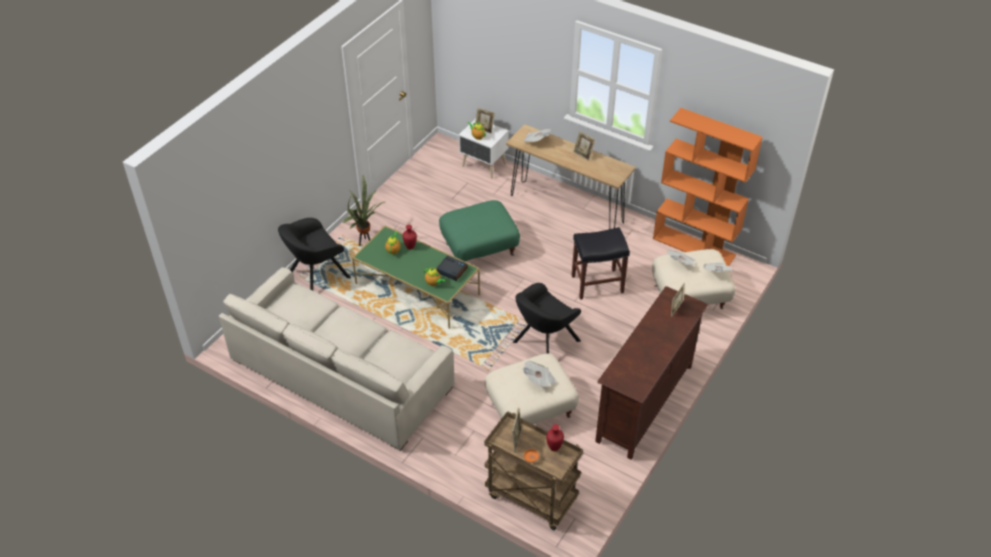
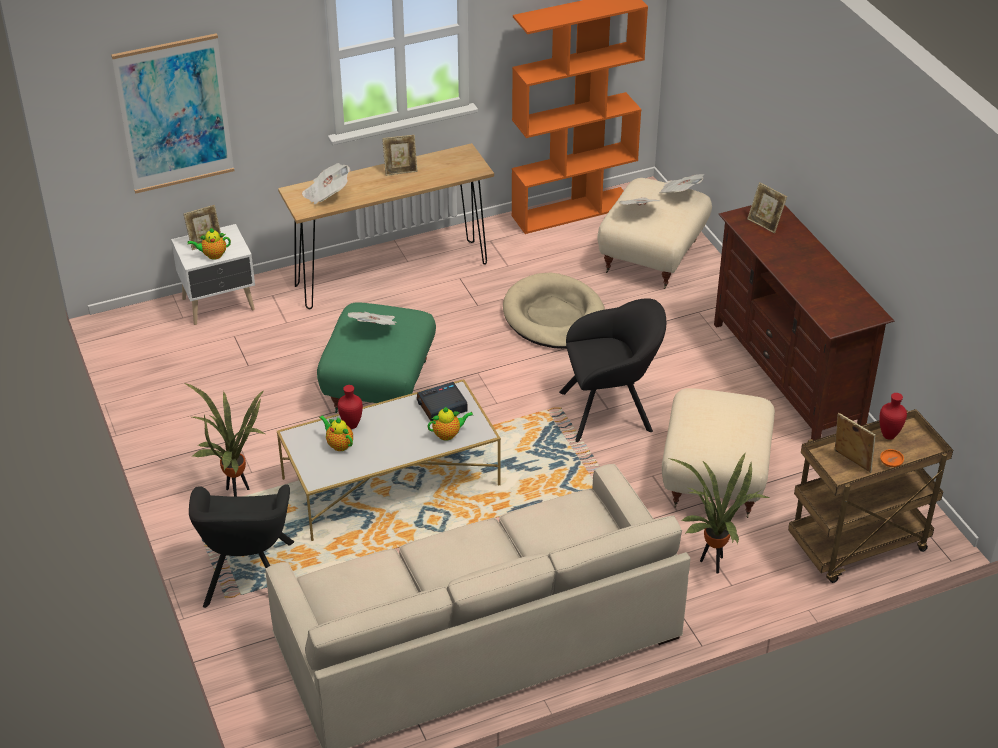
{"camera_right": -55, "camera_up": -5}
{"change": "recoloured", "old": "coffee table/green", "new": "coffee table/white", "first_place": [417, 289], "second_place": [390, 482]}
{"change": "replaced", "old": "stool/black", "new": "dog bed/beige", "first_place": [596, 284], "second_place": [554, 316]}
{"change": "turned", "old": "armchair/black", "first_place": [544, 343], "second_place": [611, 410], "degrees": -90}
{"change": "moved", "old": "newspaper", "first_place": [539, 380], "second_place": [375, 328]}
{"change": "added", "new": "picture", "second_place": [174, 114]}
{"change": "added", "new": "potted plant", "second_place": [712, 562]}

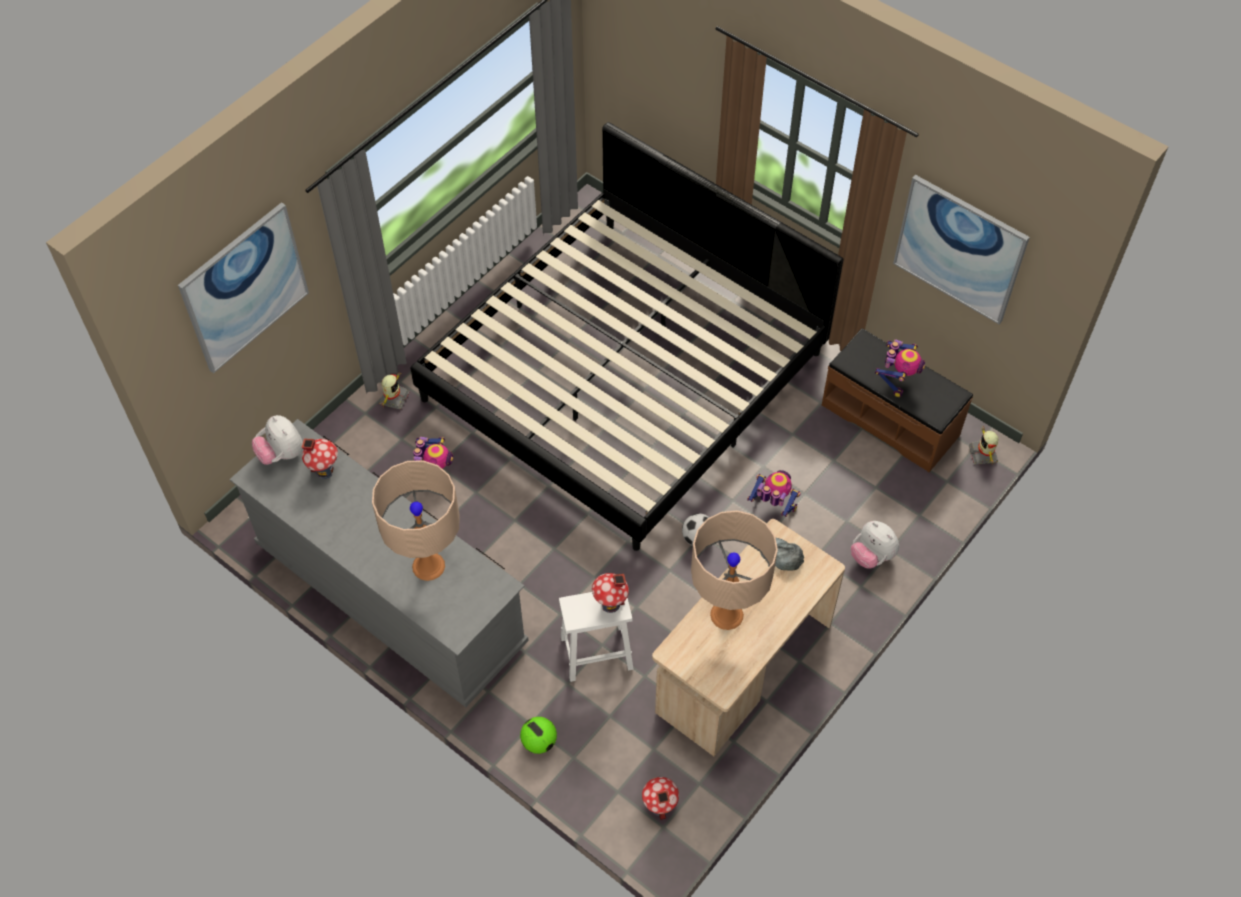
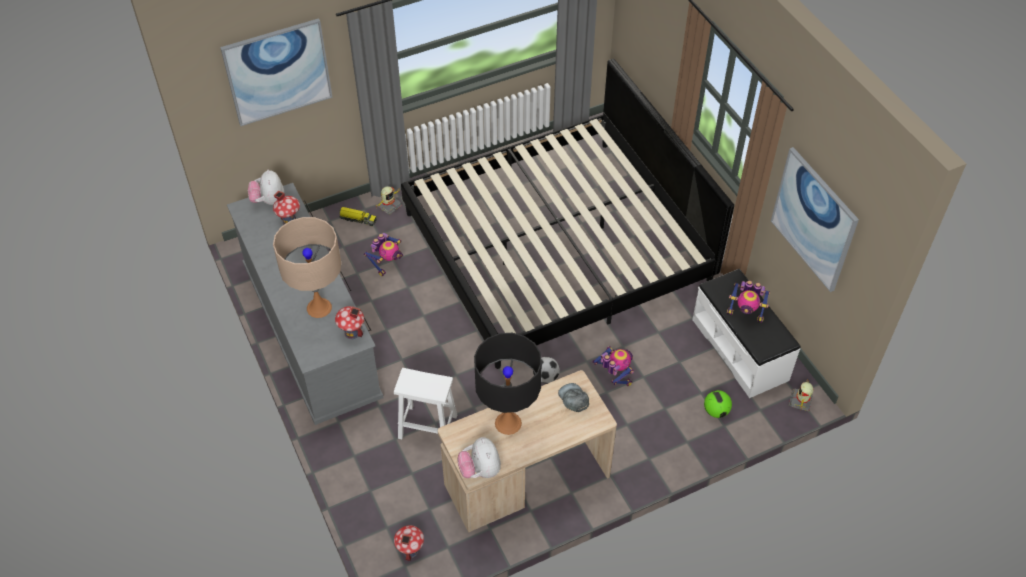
{"camera_right": 25, "camera_up": -5}
{"change": "recoloured", "old": "bench/brown", "new": "bench/white", "first_place": [890, 419], "second_place": [740, 349]}
{"change": "turned", "old": "toy robot", "first_place": [897, 378], "second_place": [745, 313], "degrees": 60}
{"change": "recoloured", "old": "table lamp/beige", "new": "table lamp/black", "first_place": [726, 614], "second_place": [508, 423]}
{"change": "moved", "old": "plush toy", "first_place": [872, 556], "second_place": [480, 470]}
{"change": "moved", "old": "toy house", "first_place": [610, 604], "second_place": [352, 333]}
{"change": "moved", "old": "football", "first_place": [539, 742], "second_place": [716, 411]}
{"change": "added", "new": "toy truck", "second_place": [357, 219]}

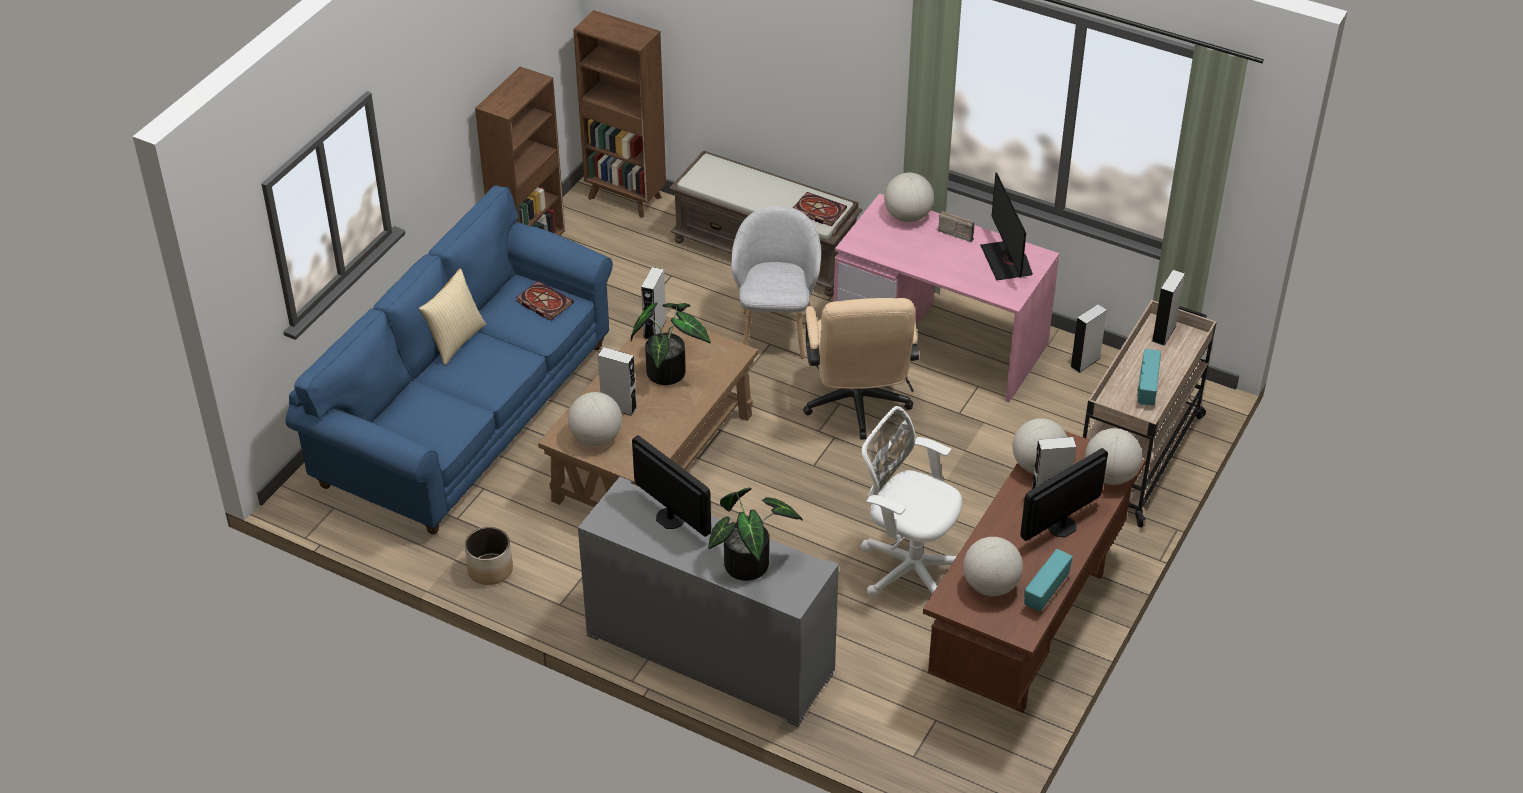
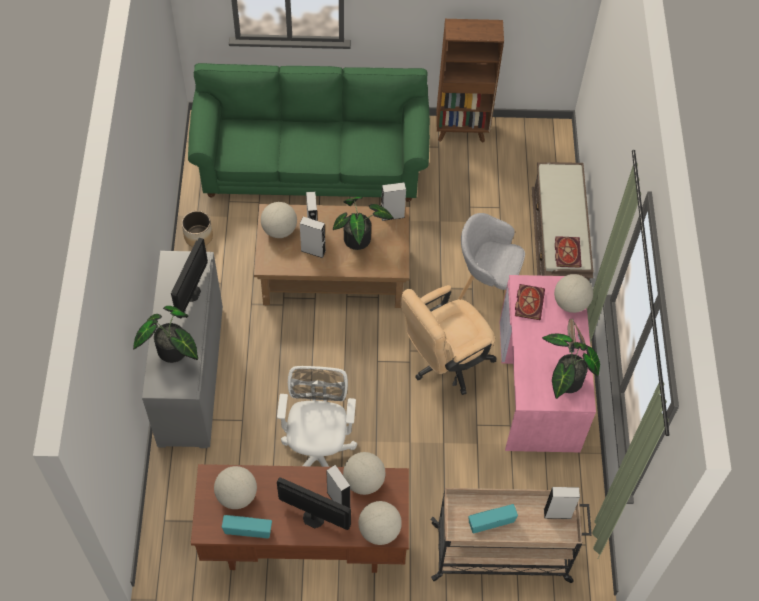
{"camera_right": 60, "camera_up": 15}
{"change": "removed", "old": "bookcase/brown", "first_place": [626, 198]}
{"change": "replaced", "old": "monitor", "new": "potted plant", "first_place": [1007, 261], "second_place": [564, 382]}
{"change": "recoloured", "old": "sofa/blue", "new": "sofa/green", "first_place": [466, 415], "second_place": [312, 165]}
{"change": "turned", "old": "armchair/grey", "first_place": [776, 332], "second_place": [485, 287], "degrees": -135}
{"change": "removed", "old": "pillow", "first_place": [455, 340]}
{"change": "moved", "old": "book", "first_place": [543, 302], "second_place": [528, 302]}
{"change": "moved", "old": "speaker/grey", "first_place": [1085, 362], "second_place": [313, 251]}

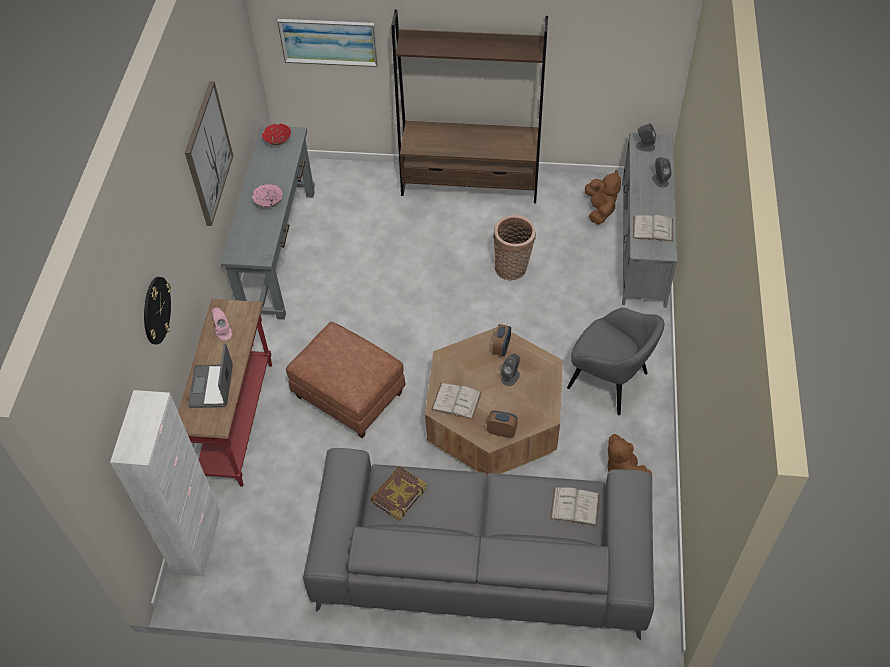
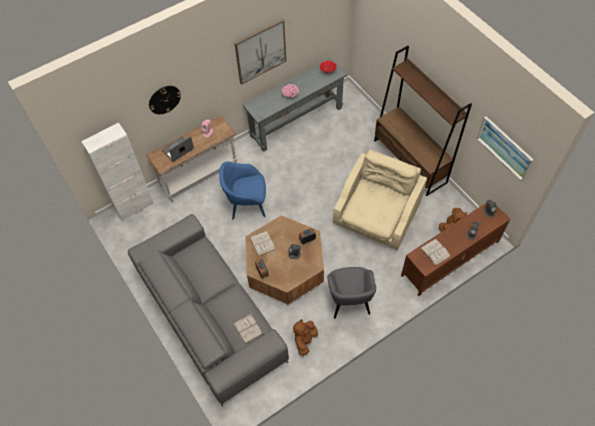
{"camera_right": 50, "camera_up": 5}
{"change": "moved", "old": "picture", "first_place": [328, 41], "second_place": [505, 148]}
{"change": "recoloured", "old": "tv stand/grey", "new": "tv stand/brown", "first_place": [643, 242], "second_place": [450, 258]}
{"change": "replaced", "old": "basket", "new": "armchair/beige", "first_place": [513, 268], "second_place": [377, 215]}
{"change": "recoloured", "old": "console table/red", "new": "console table/white", "first_place": [238, 421], "second_place": [199, 176]}
{"change": "replaced", "old": "ottoman/brown", "new": "armchair/blue", "first_place": [348, 395], "second_place": [246, 204]}
{"change": "removed", "old": "book", "first_place": [398, 495]}

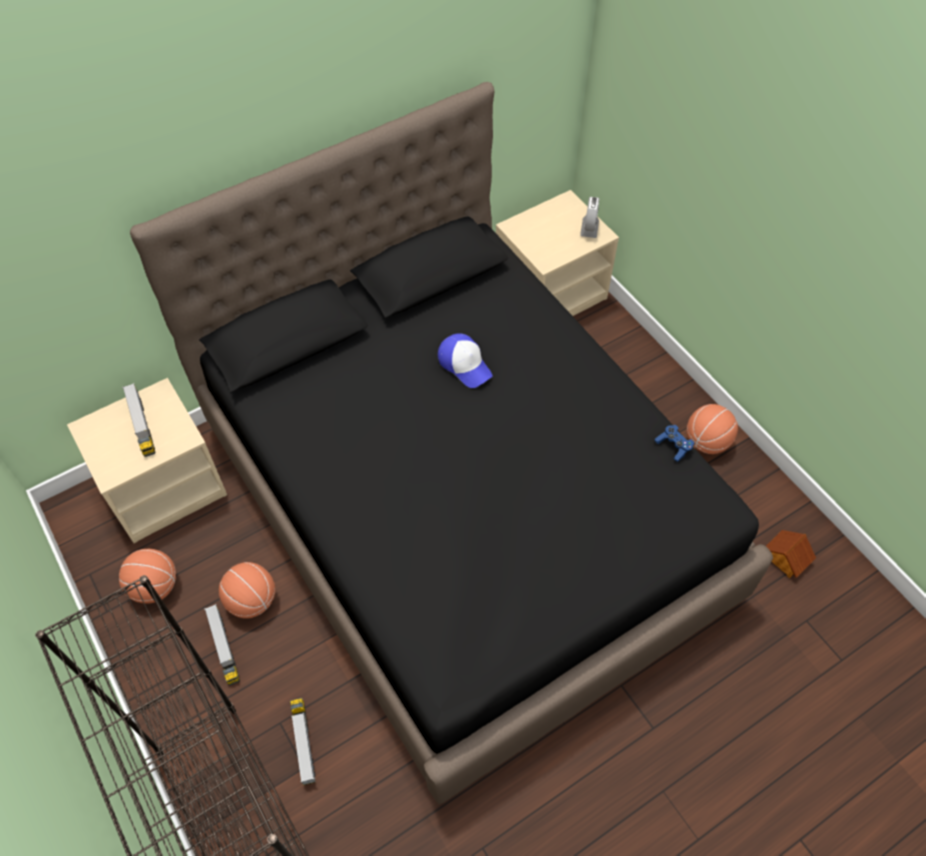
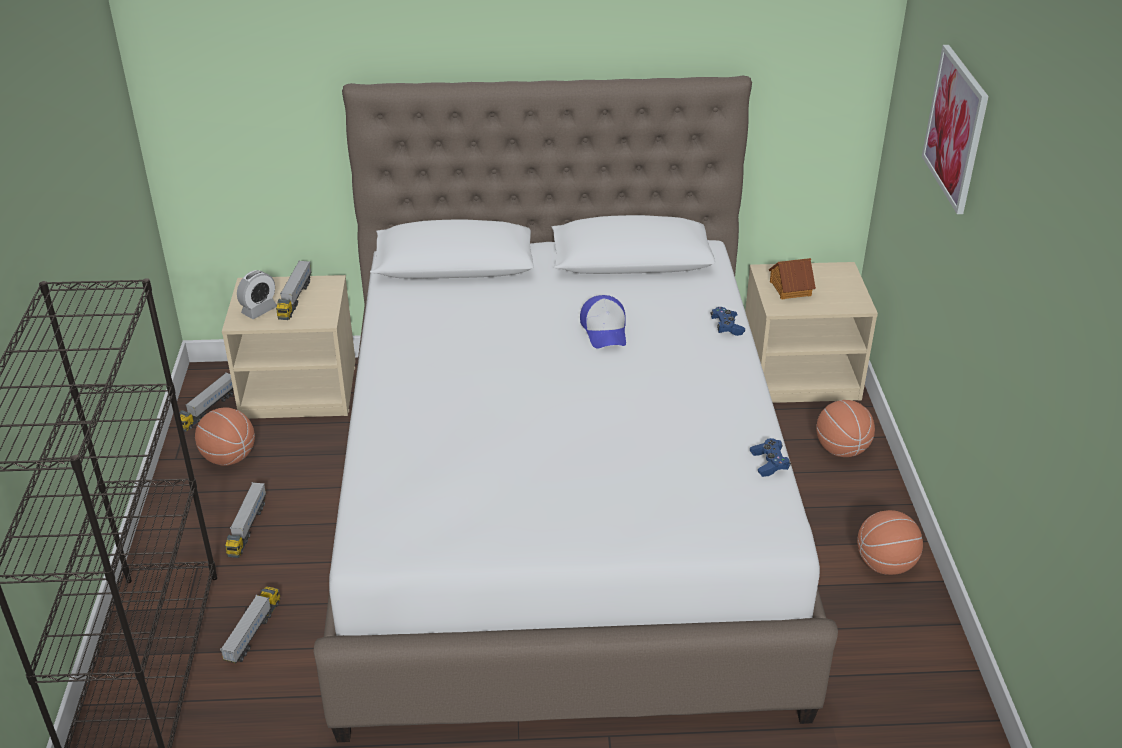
{"camera_right": 30, "camera_up": -20}
{"change": "recoloured", "old": "bed/black", "new": "bed/white", "first_place": [462, 508], "second_place": [561, 513]}
{"change": "moved", "old": "alarm clock", "first_place": [589, 228], "second_place": [259, 310]}
{"change": "moved", "old": "toy house", "first_place": [785, 558], "second_place": [789, 288]}
{"change": "moved", "old": "basketball", "first_place": [251, 600], "second_place": [841, 449]}
{"change": "added", "new": "picture", "second_place": [956, 128]}
{"change": "added", "new": "game controller/blue", "second_place": [727, 327]}
{"change": "added", "new": "toy truck", "second_place": [208, 410]}

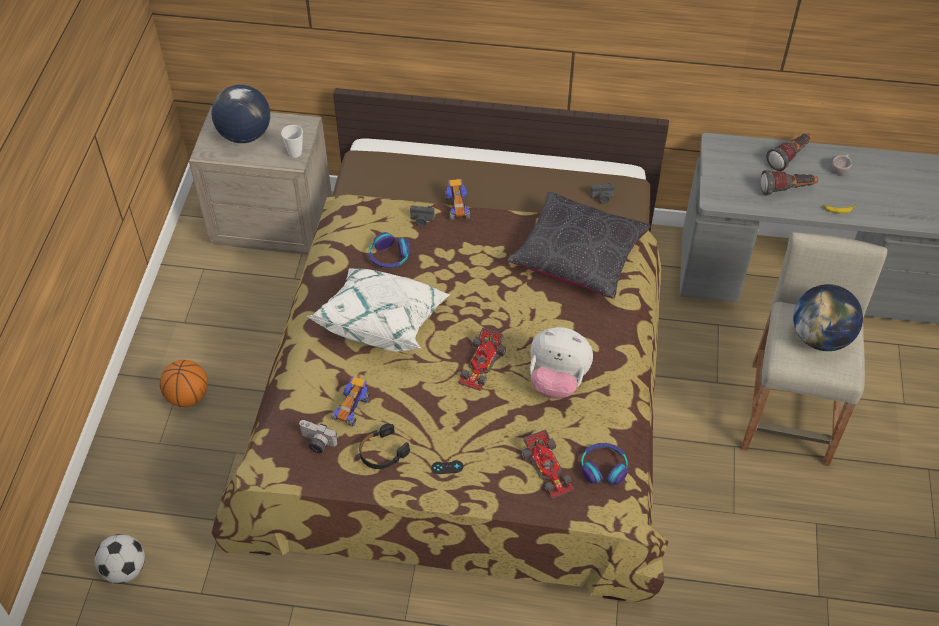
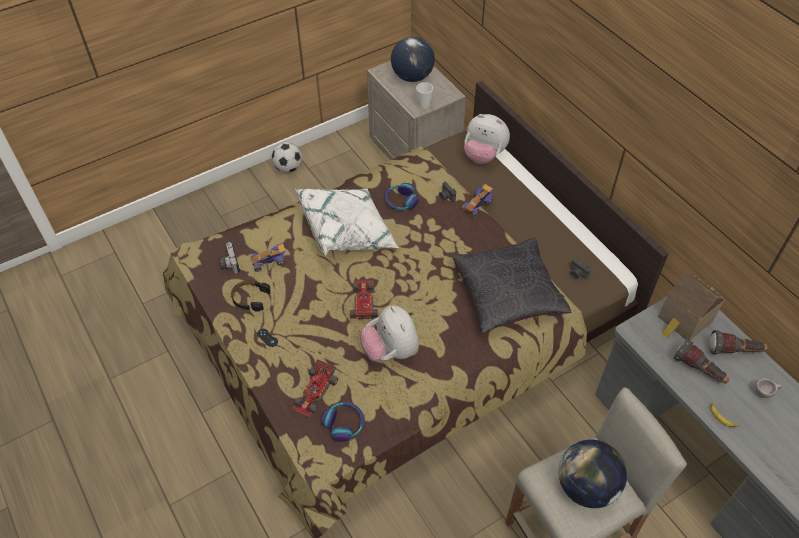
{"camera_right": 50, "camera_up": 0}
{"change": "turned", "old": "toy car", "first_place": [481, 364], "second_place": [363, 301], "degrees": 105}
{"change": "removed", "old": "basketball", "first_place": [188, 396]}
{"change": "moved", "old": "football", "first_place": [125, 569], "second_place": [288, 168]}
{"change": "added", "new": "plush toy", "second_place": [483, 156]}
{"change": "added", "new": "toy house", "second_place": [683, 321]}

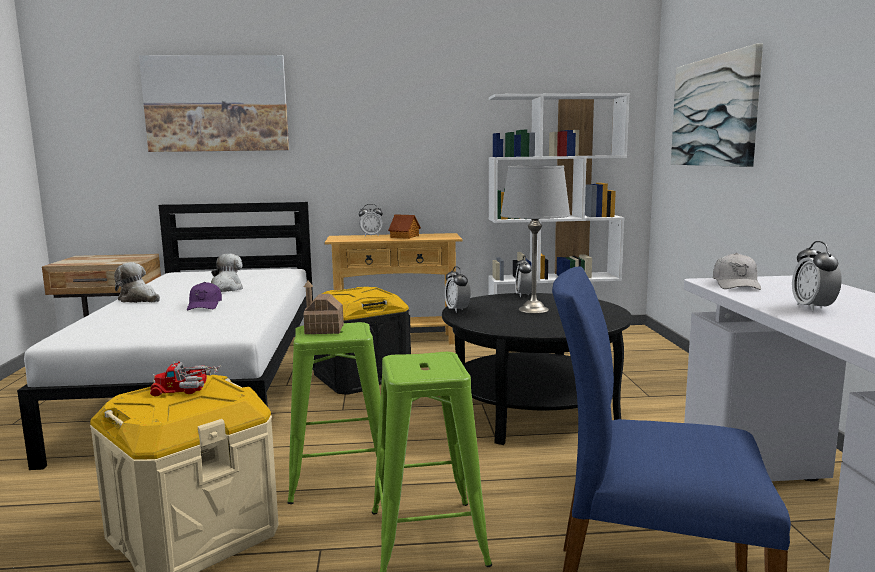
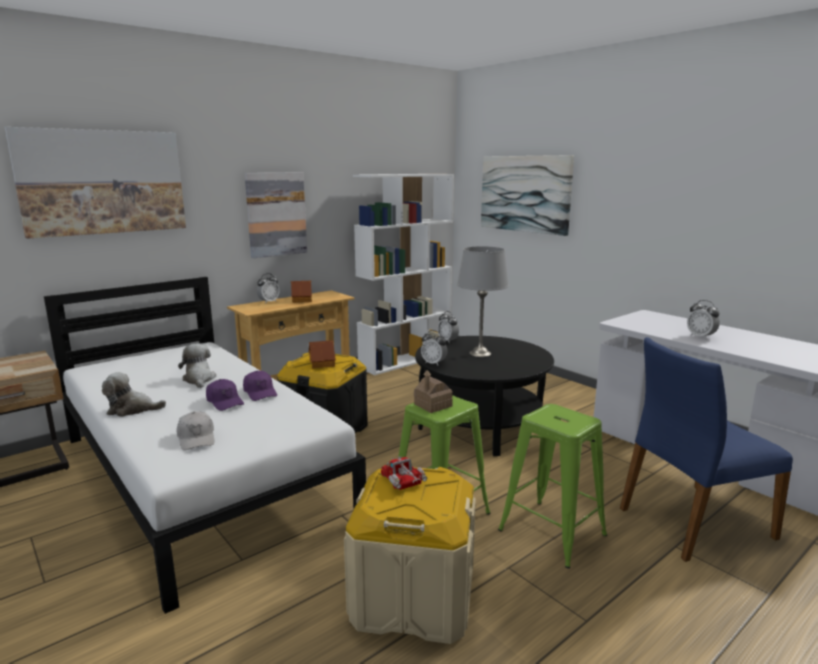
{"camera_right": -35, "camera_up": 5}
{"change": "moved", "old": "cap/white", "first_place": [736, 284], "second_place": [196, 438]}
{"change": "turned", "old": "toy truck", "first_place": [188, 389], "second_place": [404, 483], "degrees": 105}
{"change": "added", "new": "picture", "second_place": [276, 214]}
{"change": "added", "new": "toy house", "second_place": [322, 363]}
{"change": "added", "new": "cap/purple", "second_place": [260, 392]}

